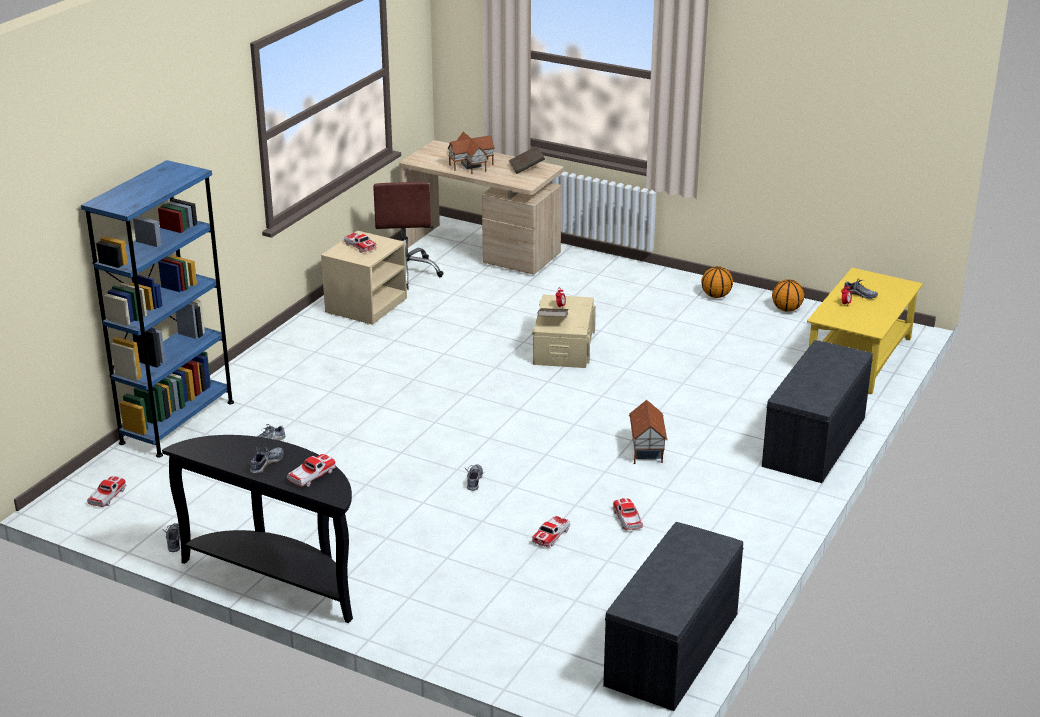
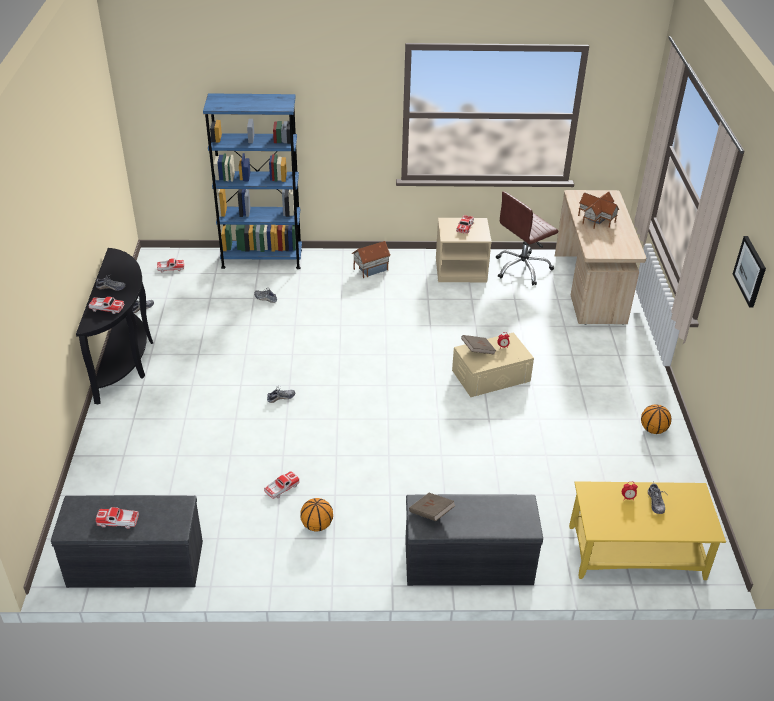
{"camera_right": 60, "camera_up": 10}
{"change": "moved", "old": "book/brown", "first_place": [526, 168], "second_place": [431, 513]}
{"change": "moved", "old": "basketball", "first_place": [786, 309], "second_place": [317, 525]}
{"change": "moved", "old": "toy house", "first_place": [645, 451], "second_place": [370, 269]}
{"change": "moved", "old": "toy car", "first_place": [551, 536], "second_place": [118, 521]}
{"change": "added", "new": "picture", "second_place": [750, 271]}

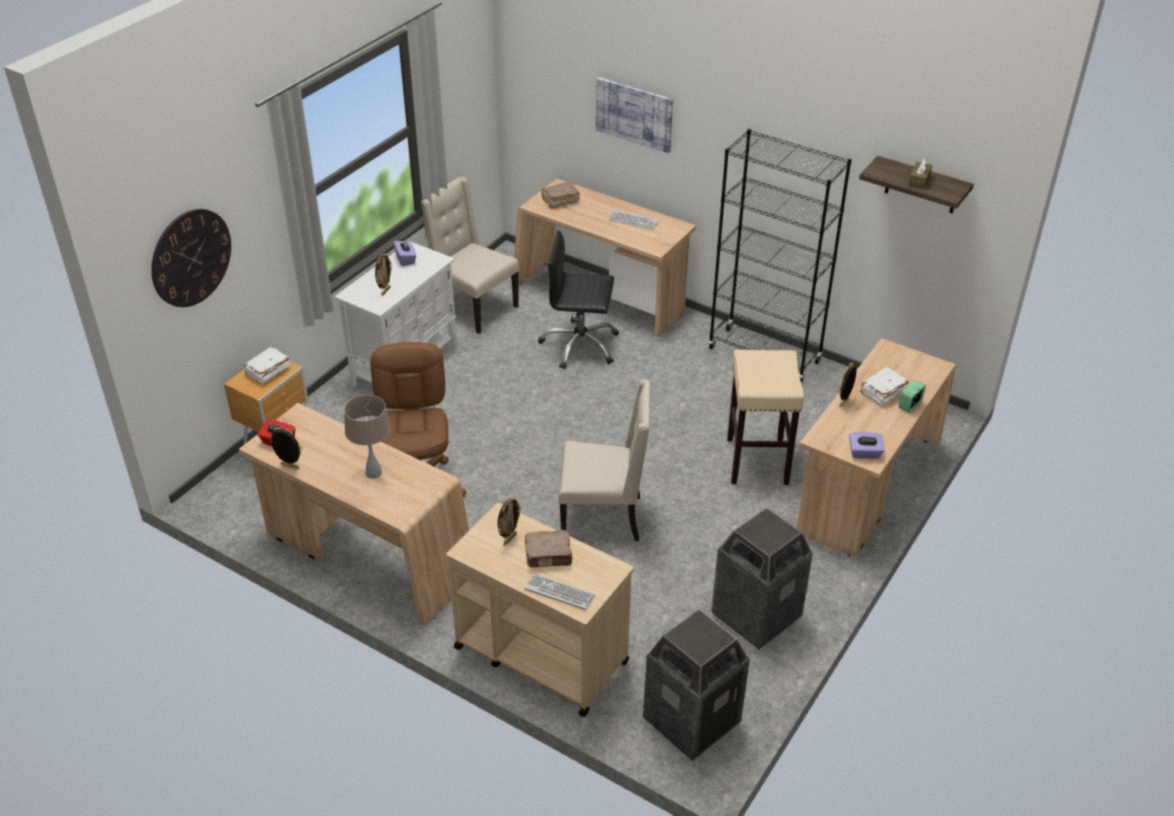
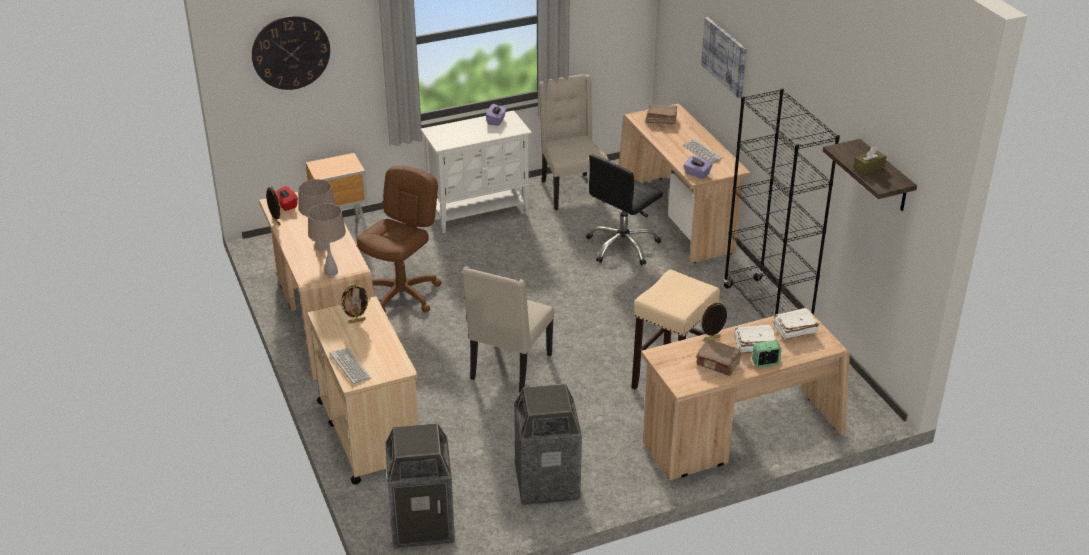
{"camera_right": 35, "camera_up": -5}
{"change": "turned", "old": "office chair/black", "first_place": [580, 346], "second_place": [623, 246], "degrees": -90}
{"change": "removed", "old": "picture frame", "first_place": [385, 291]}
{"change": "moved", "old": "book/white", "first_place": [267, 372], "second_place": [794, 330]}
{"change": "turned", "old": "chair/beige", "first_place": [603, 517], "second_place": [509, 368], "degrees": 75}
{"change": "moved", "old": "tissue box/purple", "first_place": [864, 453], "second_place": [697, 174]}
{"change": "moved", "old": "book/brown", "first_place": [549, 556], "second_place": [718, 364]}
{"change": "added", "new": "table lamp/beige", "second_place": [331, 272]}

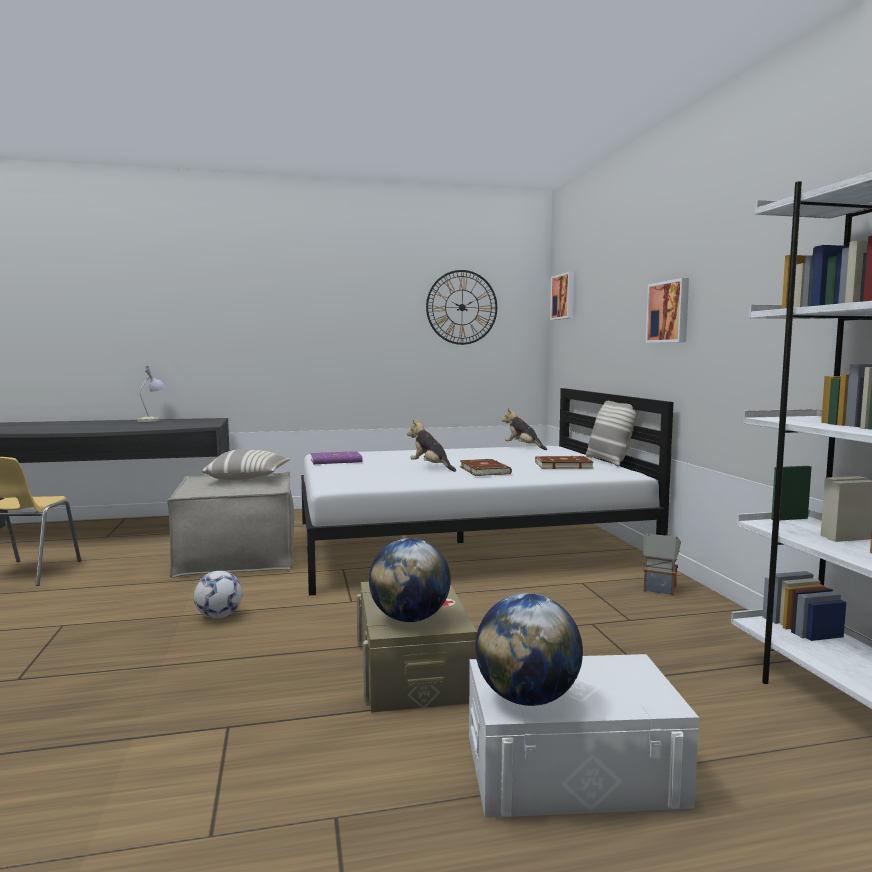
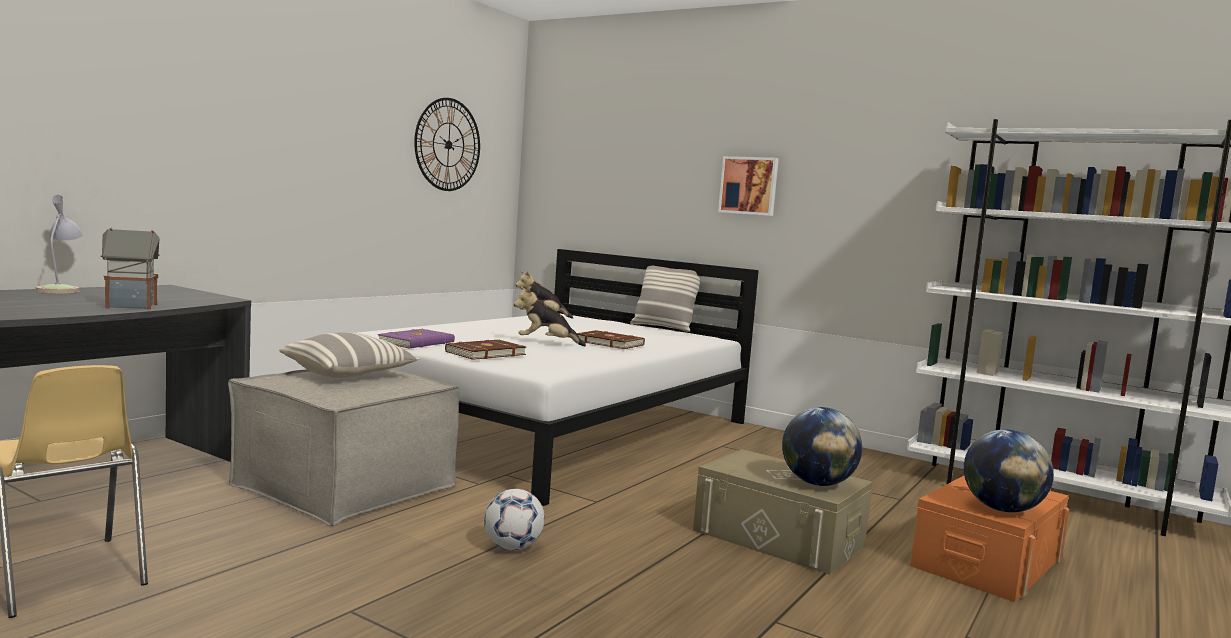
{"camera_right": -45, "camera_up": 0}
{"change": "removed", "old": "picture", "first_place": [564, 296]}
{"change": "moved", "old": "book/brown", "first_place": [562, 465], "second_place": [484, 353]}
{"change": "moved", "old": "toy house", "first_place": [658, 588], "second_place": [130, 306]}
{"change": "recoloured", "old": "storage box/white", "new": "storage box/orange", "first_place": [572, 769], "second_place": [986, 562]}

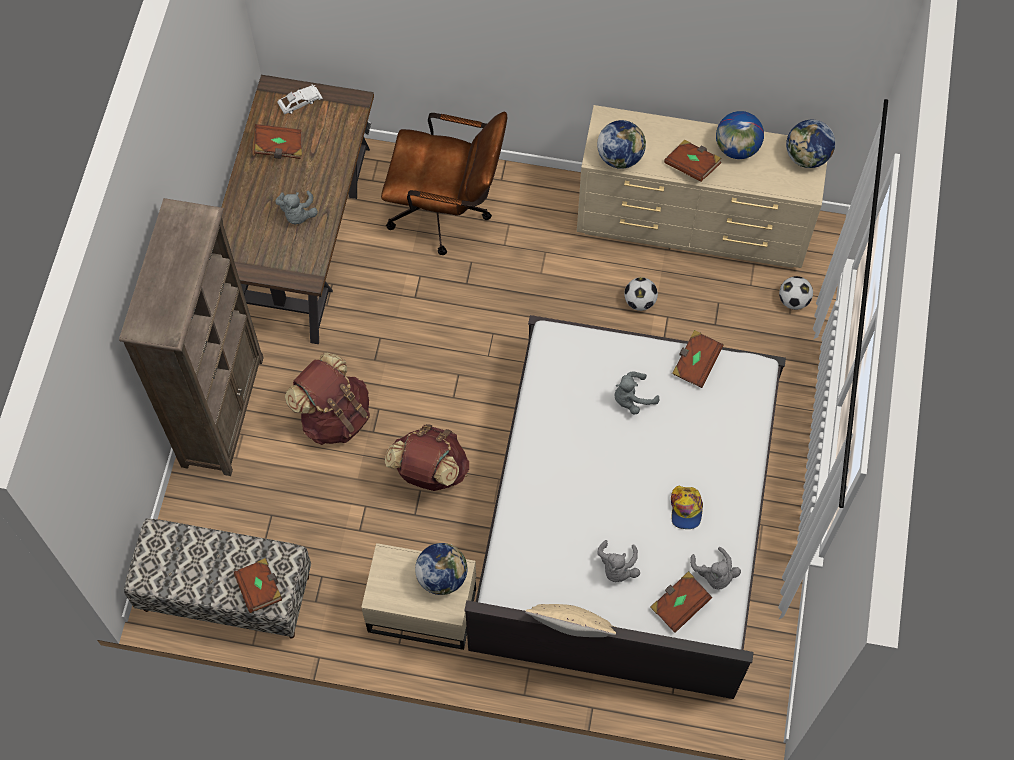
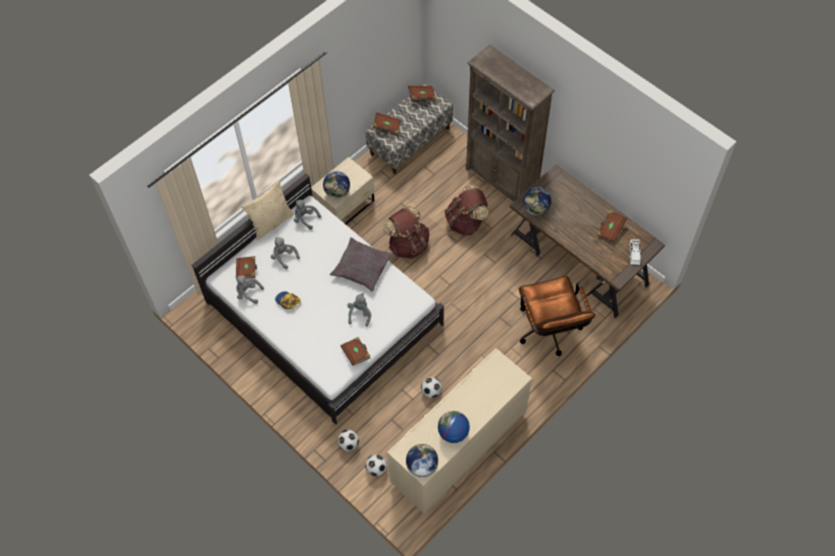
{"camera_right": 125, "camera_up": -5}
{"change": "turned", "old": "office chair/brown", "first_place": [447, 212], "second_place": [549, 332], "degrees": -60}
{"change": "moved", "old": "globe", "first_place": [620, 157], "second_place": [536, 209]}
{"change": "moved", "old": "book/brown", "first_place": [692, 166], "second_place": [422, 97]}
{"change": "moved", "old": "plush toy/grey", "first_place": [297, 214], "second_place": [305, 219]}
{"change": "added", "new": "pillow/grey", "second_place": [362, 268]}
{"change": "added", "new": "football", "second_place": [348, 444]}

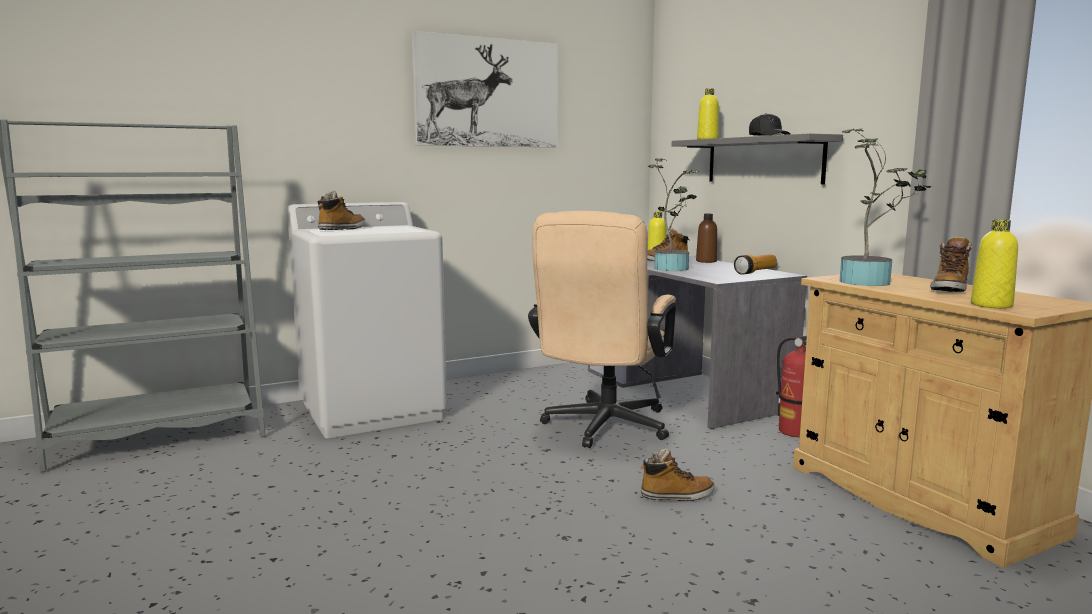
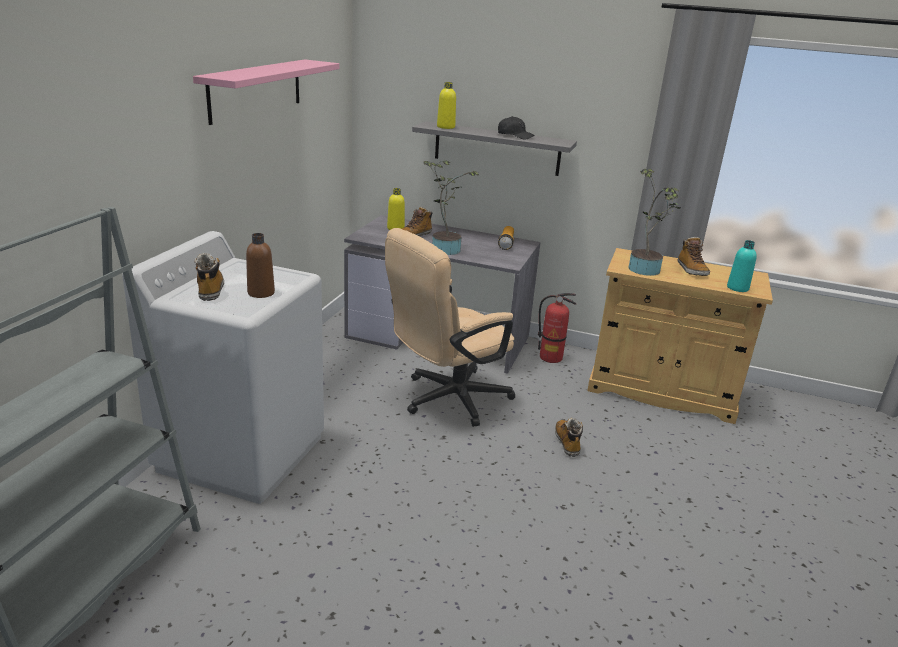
{"camera_right": -45, "camera_up": 15}
{"change": "replaced", "old": "picture", "new": "shelf/pink", "first_place": [487, 93], "second_place": [256, 90]}
{"change": "turned", "old": "office chair/beige", "first_place": [603, 429], "second_place": [447, 400], "degrees": 75}
{"change": "moved", "old": "bottle/brown", "first_place": [706, 261], "second_place": [261, 293]}
{"change": "recoloured", "old": "bottle/yellow", "new": "bottle/turquoise", "first_place": [991, 305], "second_place": [737, 288]}
{"change": "turned", "old": "boot", "first_place": [676, 496], "second_place": [567, 442], "degrees": -45}

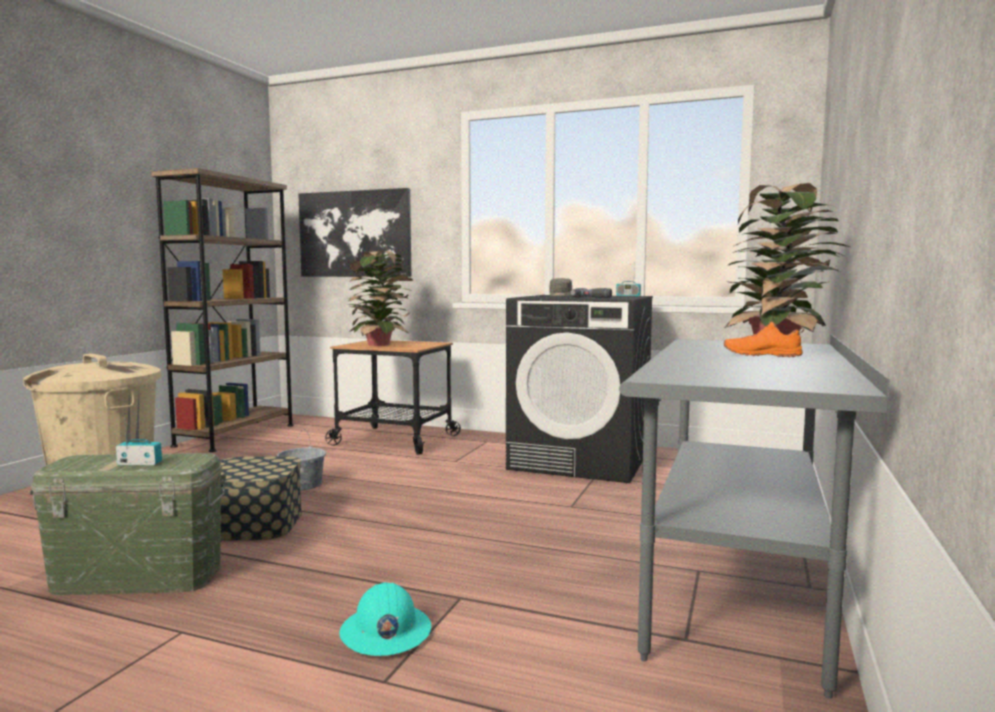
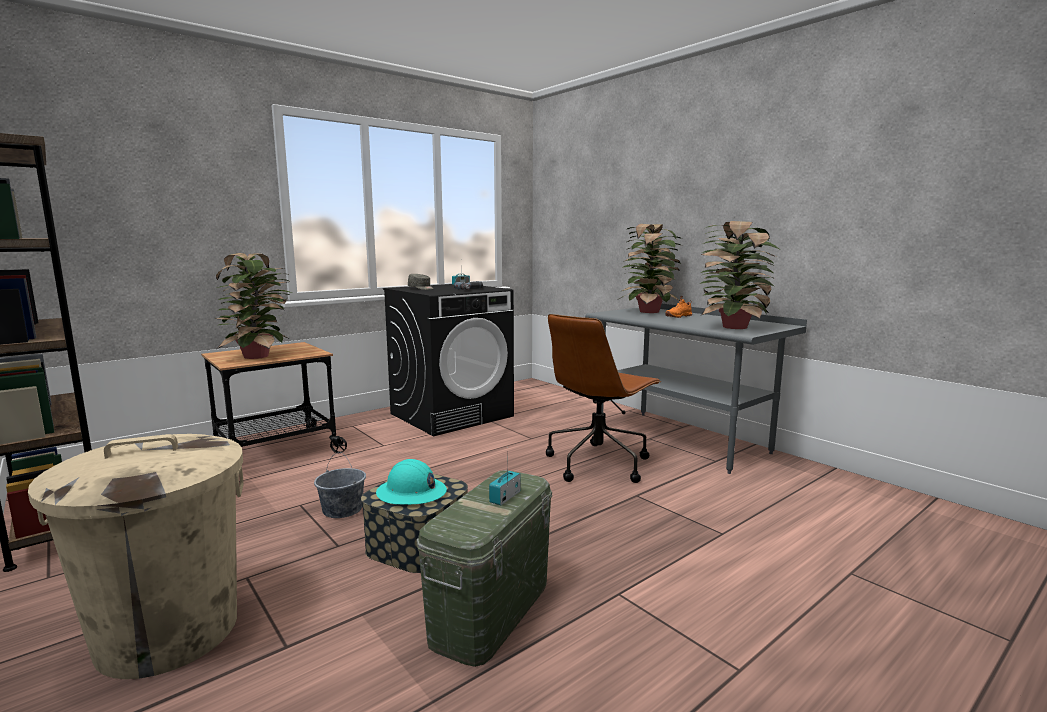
{"camera_right": -60, "camera_up": 5}
{"change": "removed", "old": "picture", "first_place": [355, 234]}
{"change": "moved", "old": "hard hat/turquoise", "first_place": [385, 632], "second_place": [411, 493]}
{"change": "added", "new": "potted plant", "second_place": [733, 327]}
{"change": "added", "new": "office chair/brown", "second_place": [598, 463]}

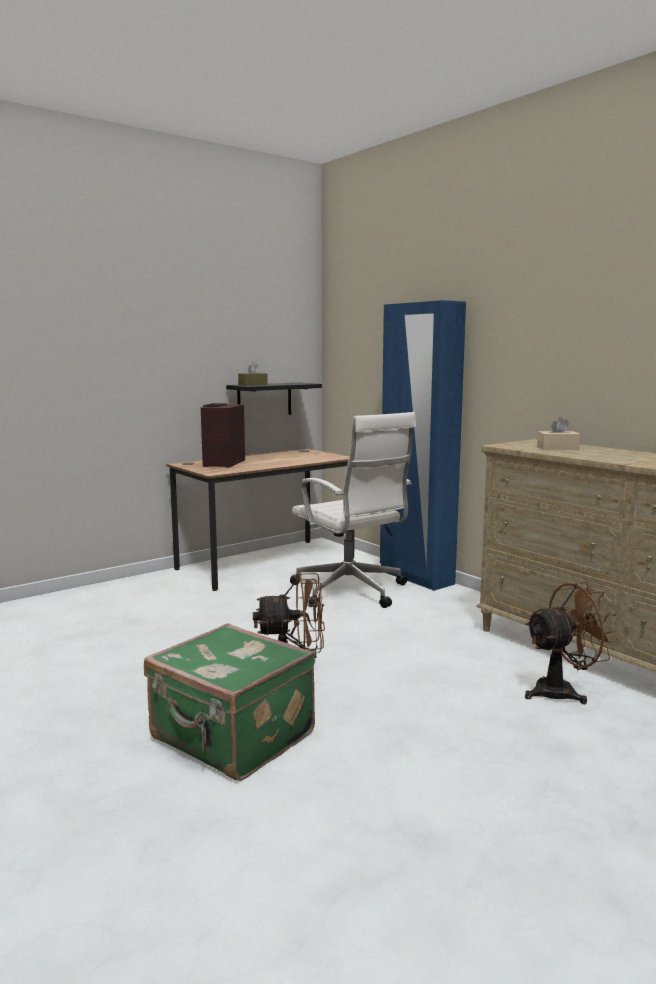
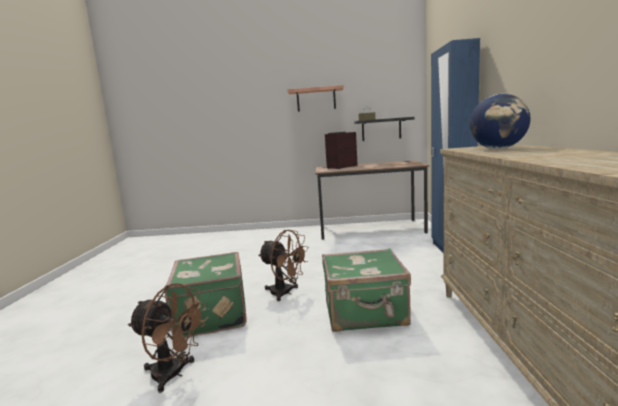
{"camera_right": 40, "camera_up": 0}
{"change": "removed", "old": "office chair/white", "first_place": [351, 591]}
{"change": "replaced", "old": "tissue box/beige", "new": "globe", "first_place": [557, 448], "second_place": [498, 148]}
{"change": "moved", "old": "fan/brown", "first_place": [563, 691], "second_place": [174, 374]}
{"change": "added", "new": "shelf", "second_place": [316, 99]}
{"change": "added", "new": "suitcase/green", "second_place": [365, 313]}

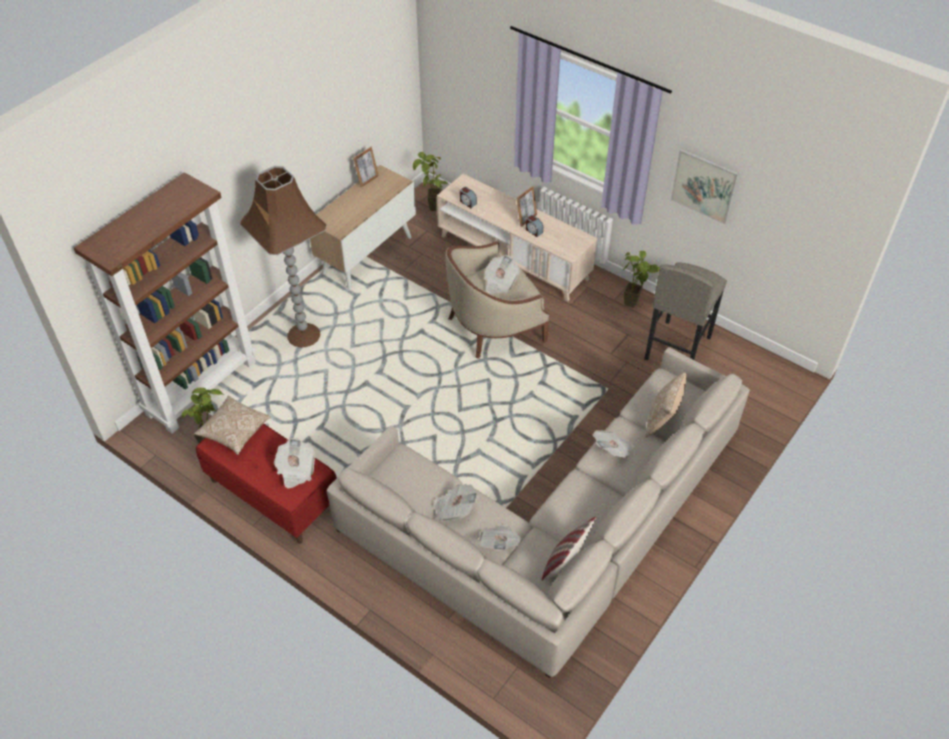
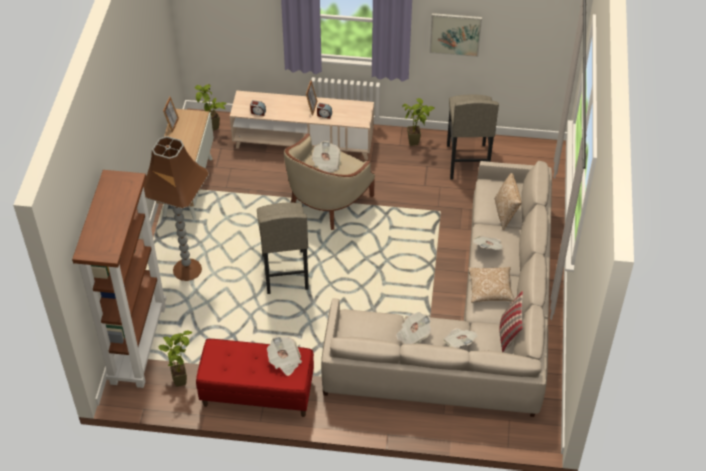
{"camera_right": -30, "camera_up": 0}
{"change": "moved", "old": "pillow", "first_place": [234, 431], "second_place": [490, 290]}
{"change": "added", "new": "stool/grey", "second_place": [284, 272]}

